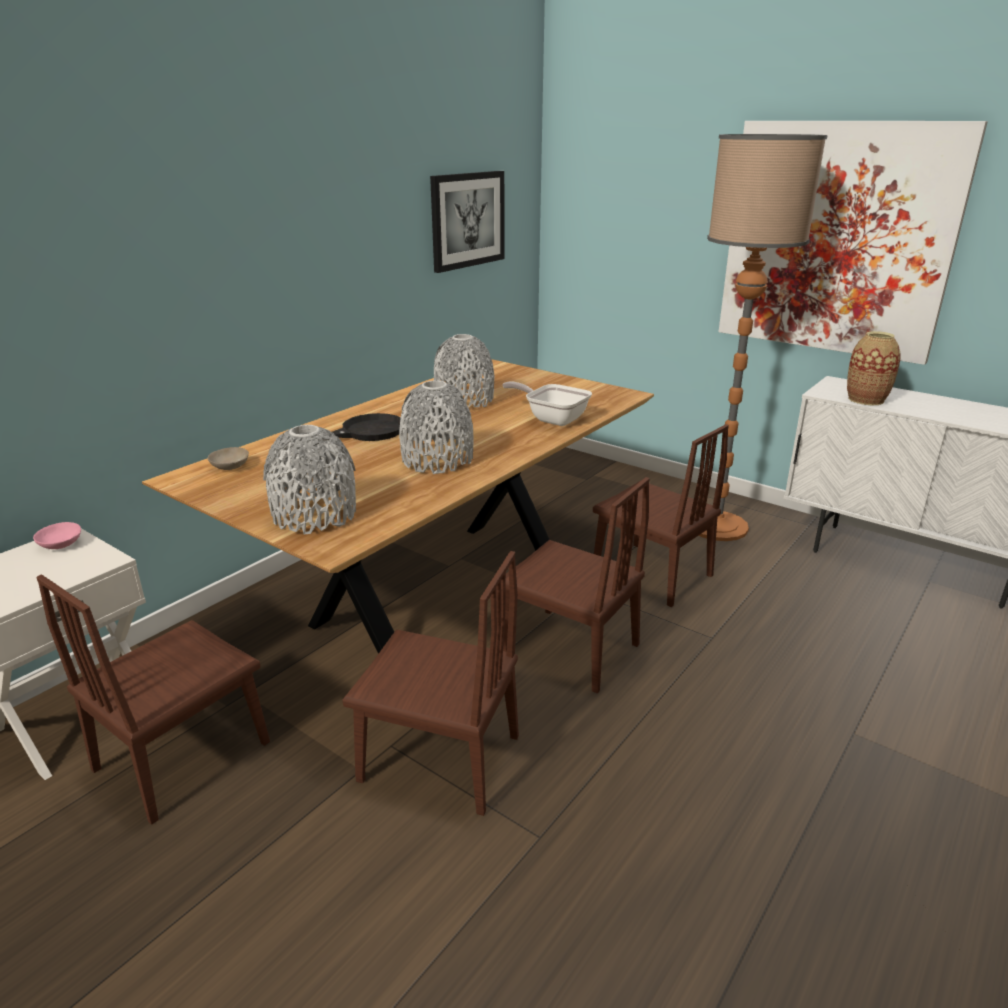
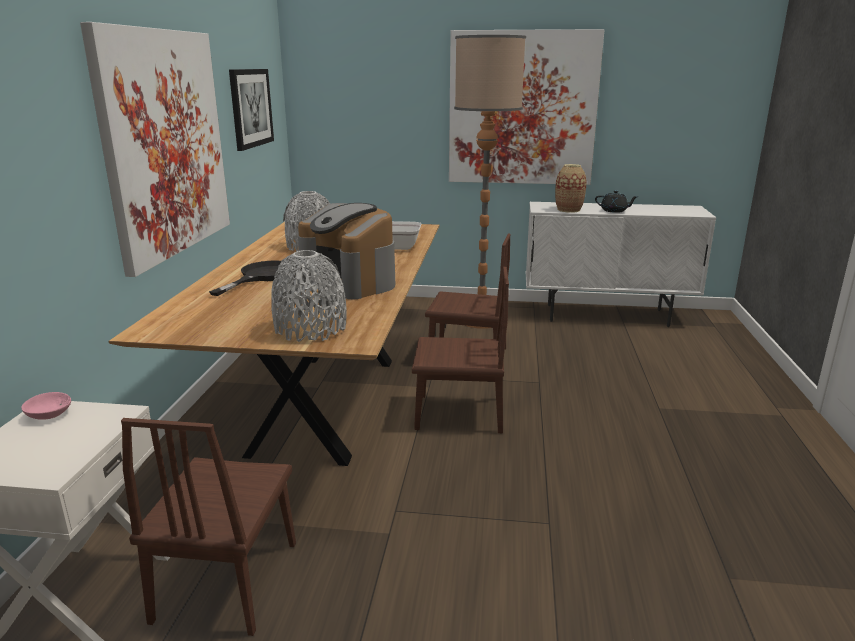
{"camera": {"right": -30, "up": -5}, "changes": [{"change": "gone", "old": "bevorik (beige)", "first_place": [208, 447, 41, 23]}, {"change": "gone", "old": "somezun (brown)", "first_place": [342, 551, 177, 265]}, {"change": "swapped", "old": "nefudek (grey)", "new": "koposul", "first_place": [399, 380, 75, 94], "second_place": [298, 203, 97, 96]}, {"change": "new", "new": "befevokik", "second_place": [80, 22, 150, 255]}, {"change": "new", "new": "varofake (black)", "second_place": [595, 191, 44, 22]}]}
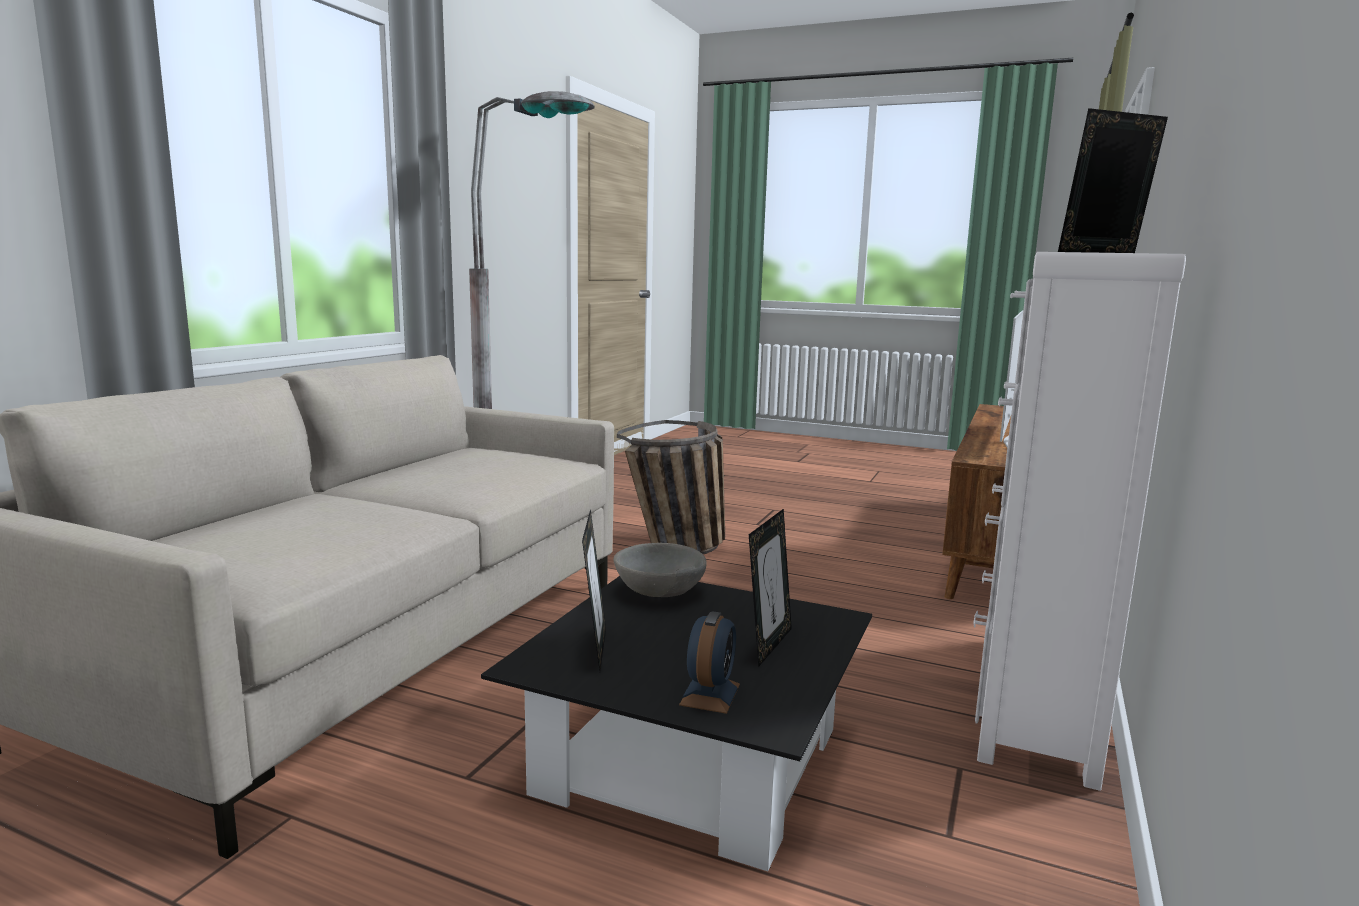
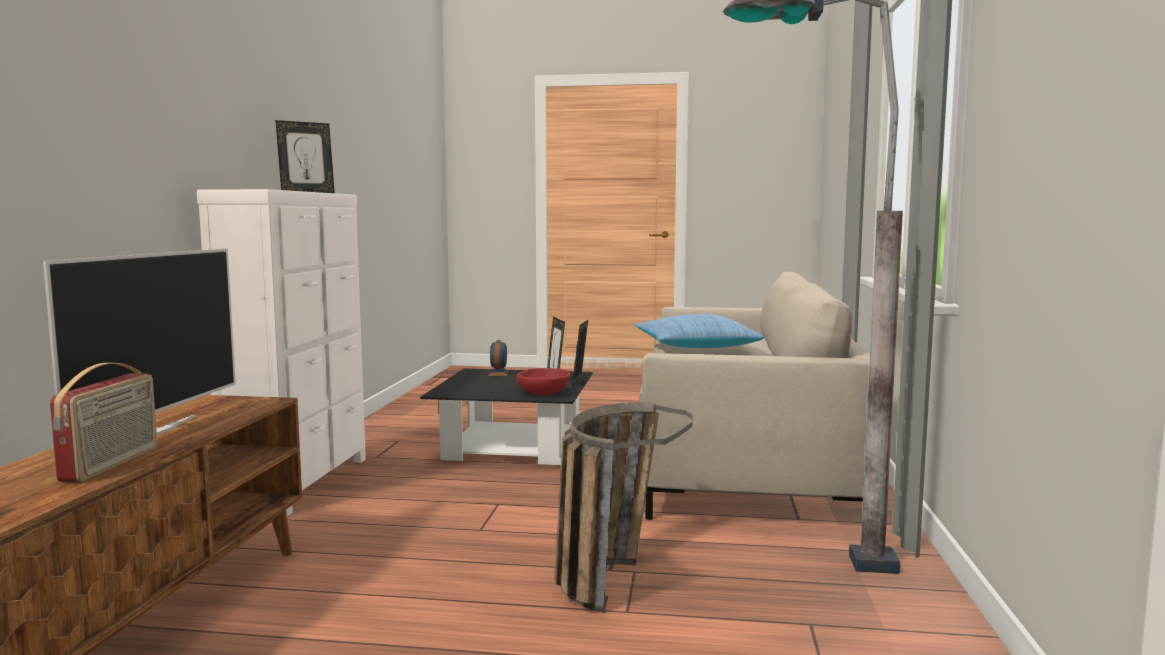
{"camera": {"right": 165, "up": -5}, "changes": [{"change": "repainted", "old": "bevorik (grey)", "new": "bevorik (red)", "first_place": [613, 543, 94, 54], "second_place": [516, 368, 55, 27]}, {"change": "shifted", "old": "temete", "first_place": [749, 509, 43, 158], "second_place": [572, 320, 16, 67]}, {"change": "new", "new": "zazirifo", "second_place": [50, 363, 107, 119]}, {"change": "new", "new": "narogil", "second_place": [634, 314, 130, 34]}]}
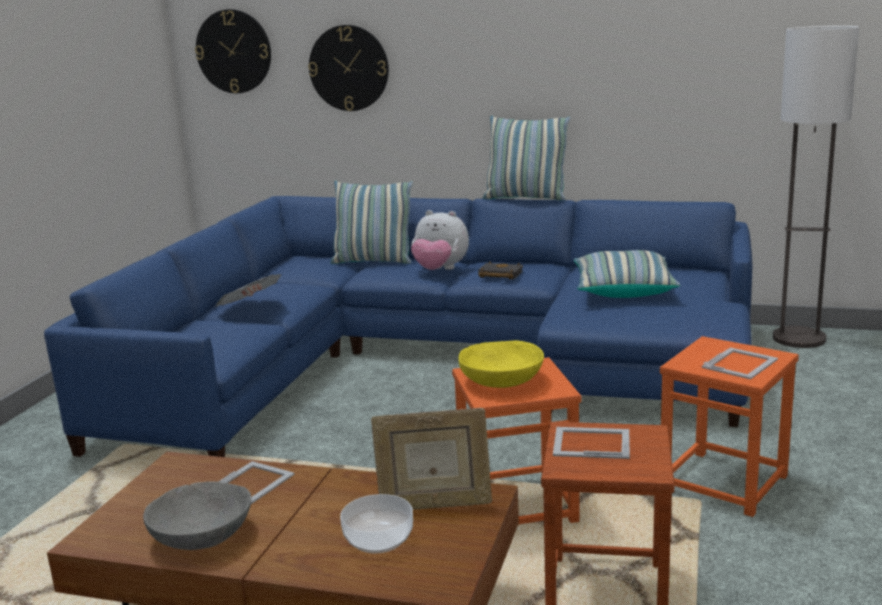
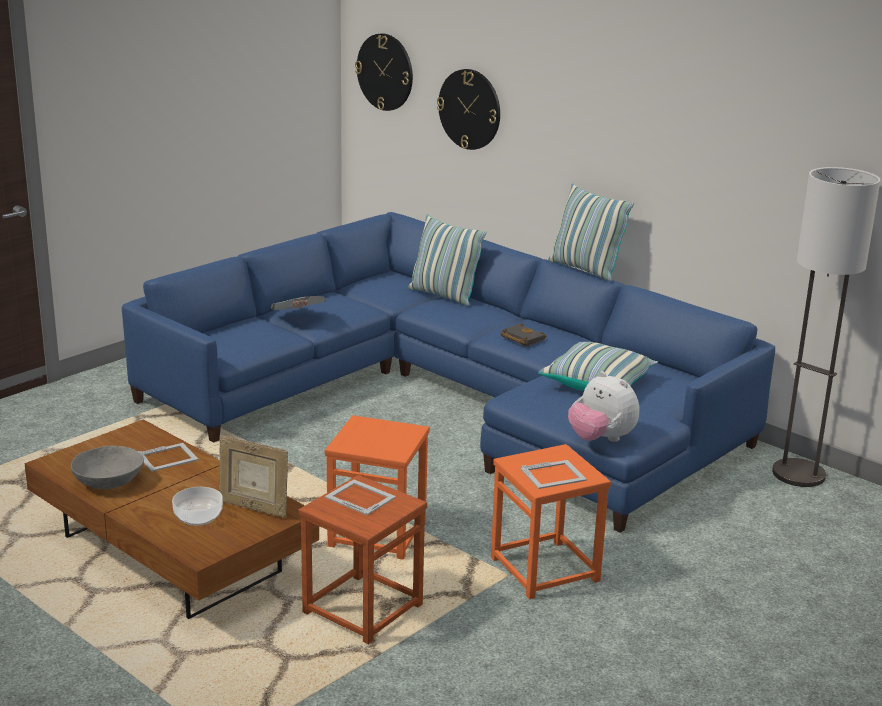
{"camera": {"right": 25, "up": 5}, "changes": [{"change": "shifted", "old": "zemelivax", "first_place": [411, 210, 58, 60], "second_place": [568, 371, 71, 71]}, {"change": "gone", "old": "bevorik (yellow)", "first_place": [459, 340, 85, 48]}]}
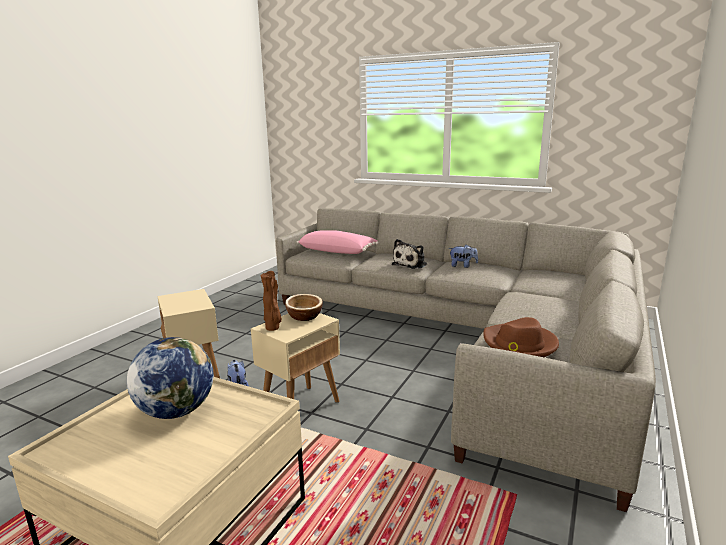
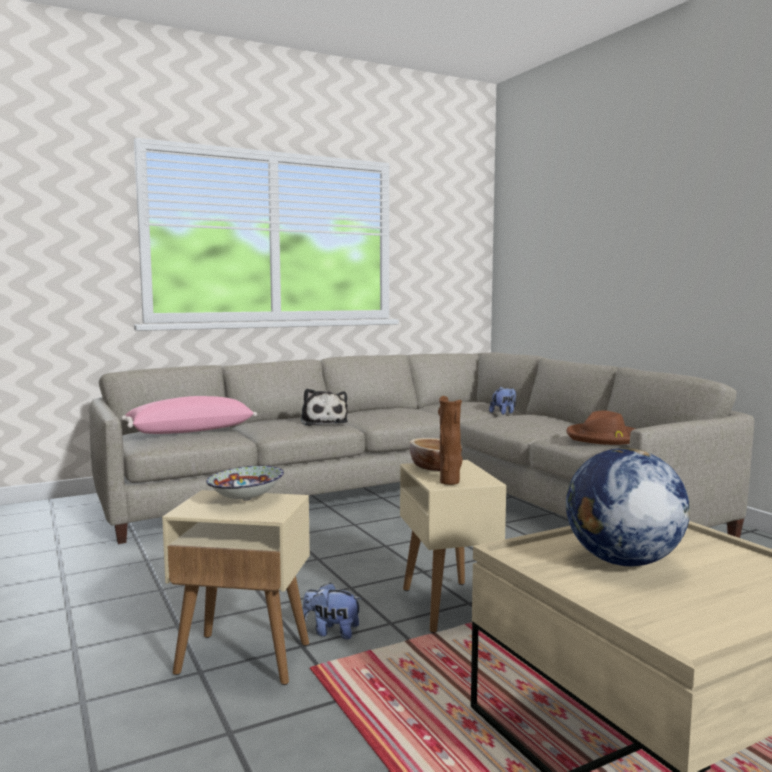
{"camera": {"right": -55, "up": -10}, "changes": [{"change": "shifted", "old": "zemelivax", "first_place": [449, 244, 29, 24], "second_place": [489, 387, 27, 28]}, {"change": "new", "new": "bevorik", "second_place": [206, 466, 78, 35]}]}
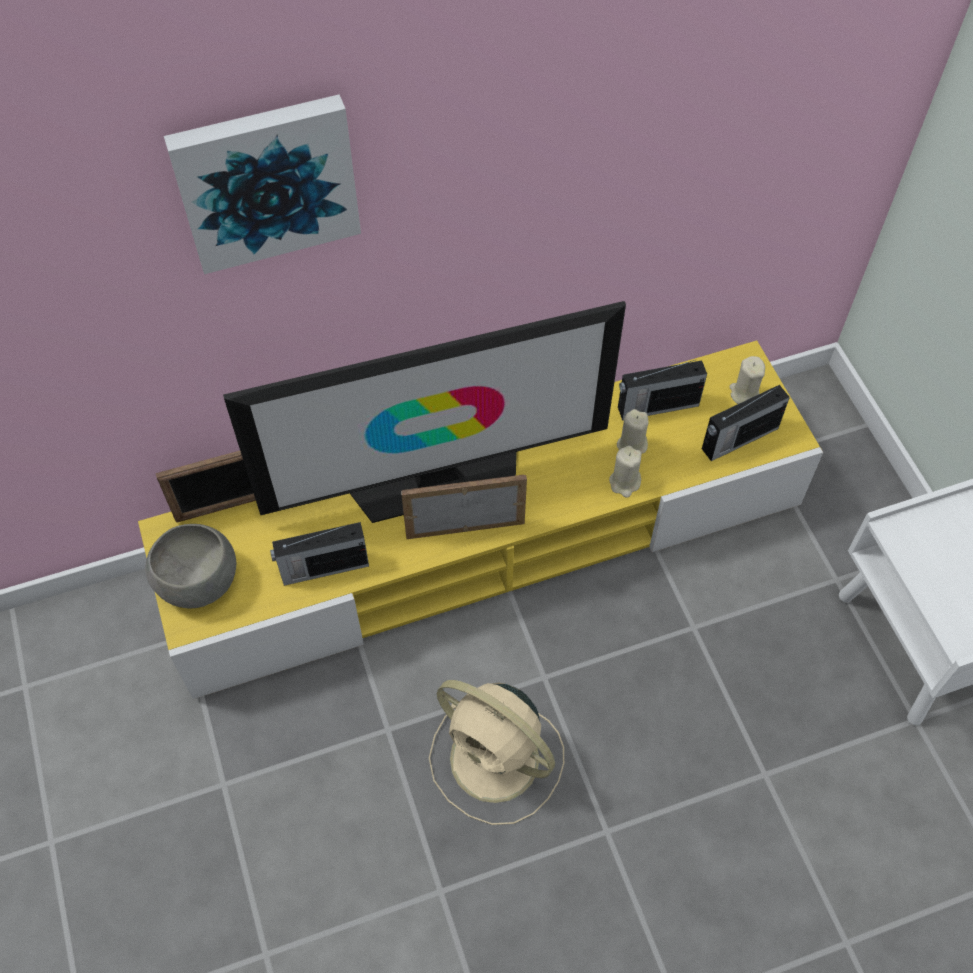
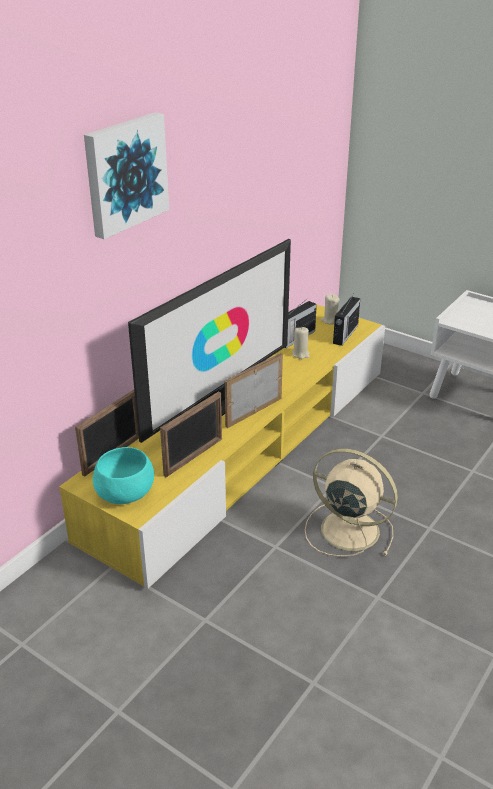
{"camera": {"right": -35, "up": -25}, "changes": [{"change": "repainted", "old": "bevorik (grey)", "new": "bevorik (turquoise)", "first_place": [145, 524, 91, 84], "second_place": [93, 447, 61, 57]}, {"change": "swapped", "old": "zazirifo", "new": "temete", "first_place": [270, 522, 99, 64], "second_place": [160, 391, 62, 86]}, {"change": "rotated", "old": "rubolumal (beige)", "first_place": [429, 680, 135, 145], "second_place": [305, 449, 93, 108], "degrees": -150}, {"change": "gone", "old": "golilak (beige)", "first_place": [609, 446, 32, 52]}]}
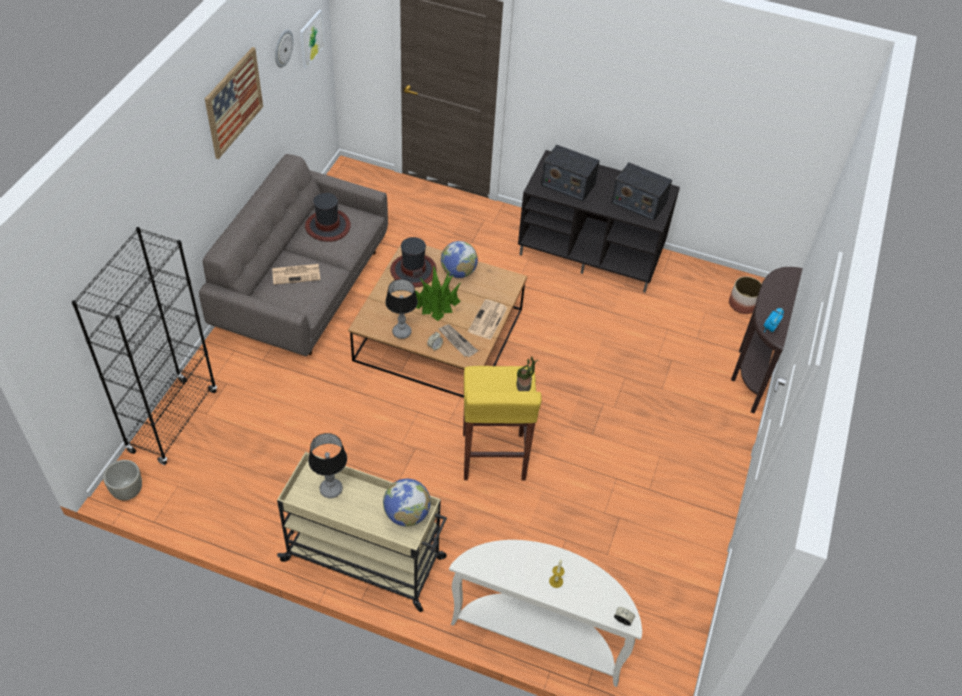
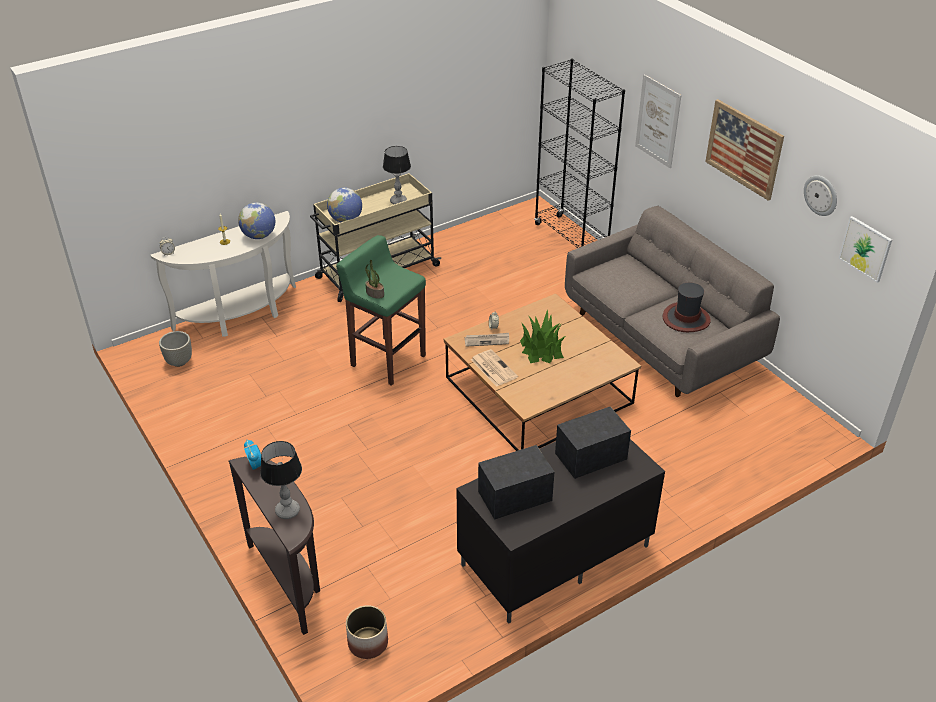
{"camera": {"right": 130, "up": -10}, "changes": [{"change": "shifted", "old": "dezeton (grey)", "first_place": [103, 460, 39, 40], "second_place": [159, 331, 33, 36]}, {"change": "gone", "old": "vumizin", "first_place": [272, 264, 48, 21]}, {"change": "shifted", "old": "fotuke", "first_place": [385, 279, 33, 60], "second_place": [260, 441, 42, 78]}, {"change": "gone", "old": "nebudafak", "first_place": [390, 237, 47, 50]}, {"change": "shifted", "old": "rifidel", "first_place": [441, 241, 37, 37], "second_place": [238, 202, 37, 37]}, {"change": "repainted", "old": "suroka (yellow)", "new": "suroka (green)", "first_place": [463, 366, 78, 115], "second_place": [336, 235, 90, 151]}, {"change": "new", "new": "befevokik", "second_place": [635, 74, 46, 94]}]}
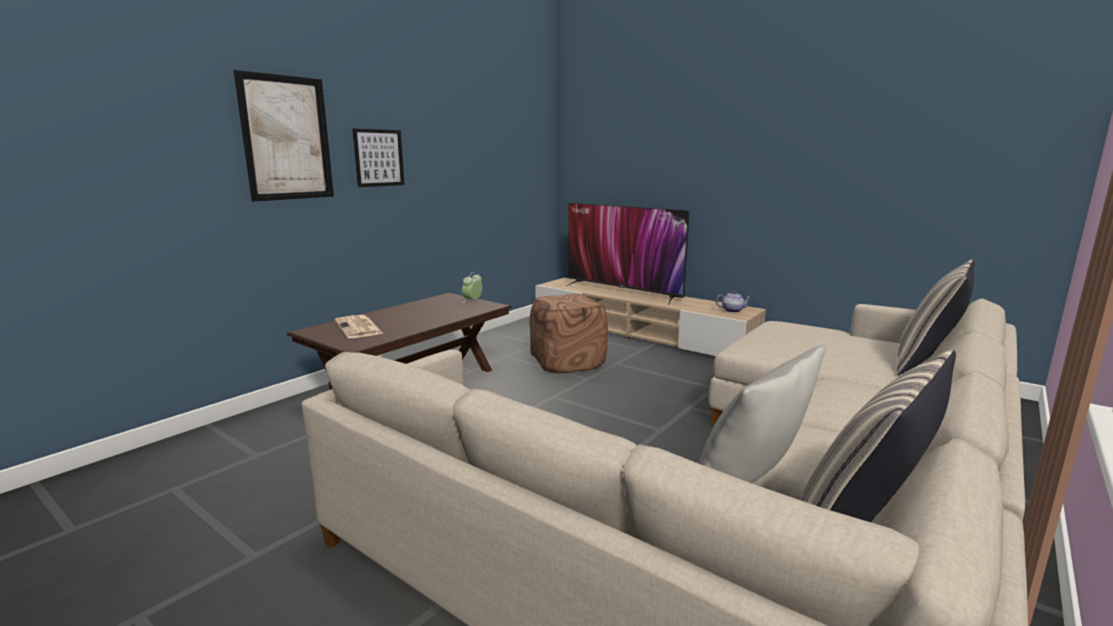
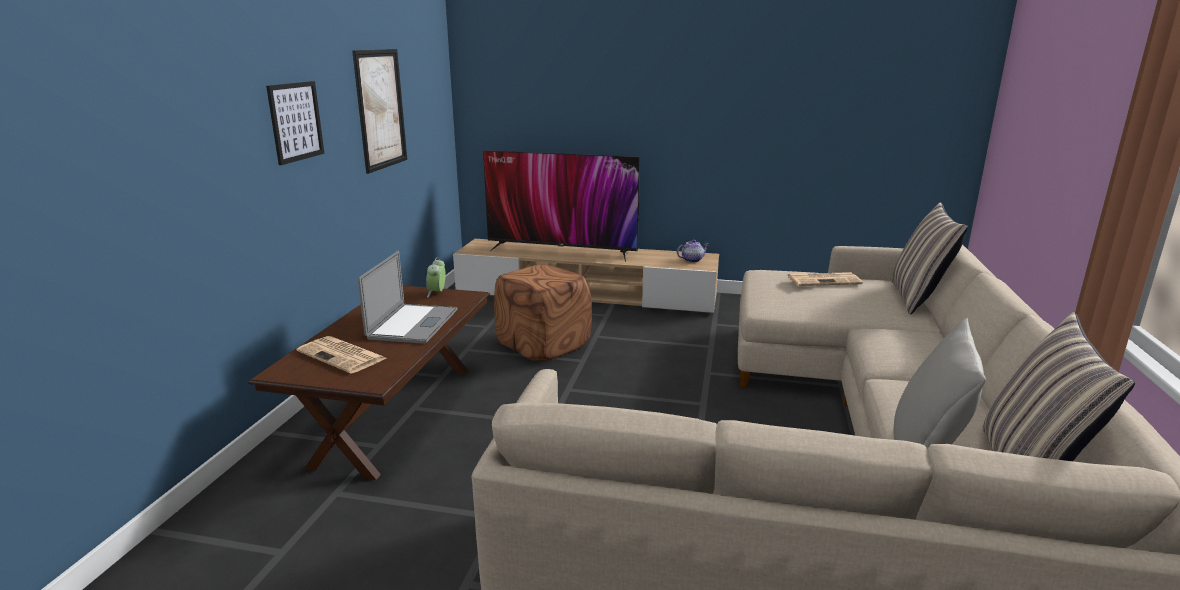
{"camera": {"right": -25, "up": 5}, "changes": [{"change": "shifted", "old": "befevokik", "first_place": [233, 70, 101, 131], "second_place": [352, 49, 55, 125]}, {"change": "new", "new": "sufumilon", "second_place": [358, 251, 100, 93]}, {"change": "new", "new": "vumizin", "second_place": [787, 272, 76, 14]}]}
